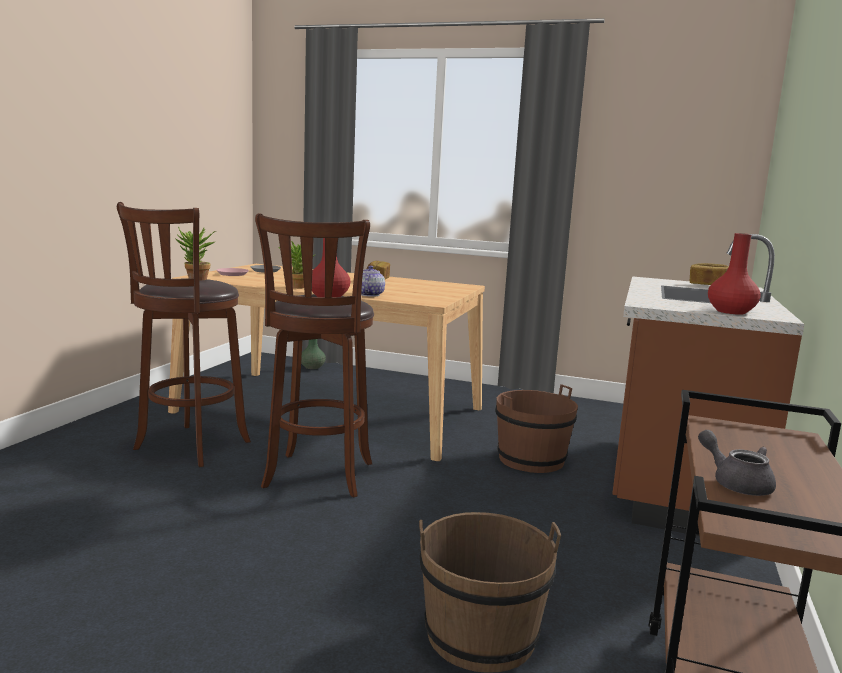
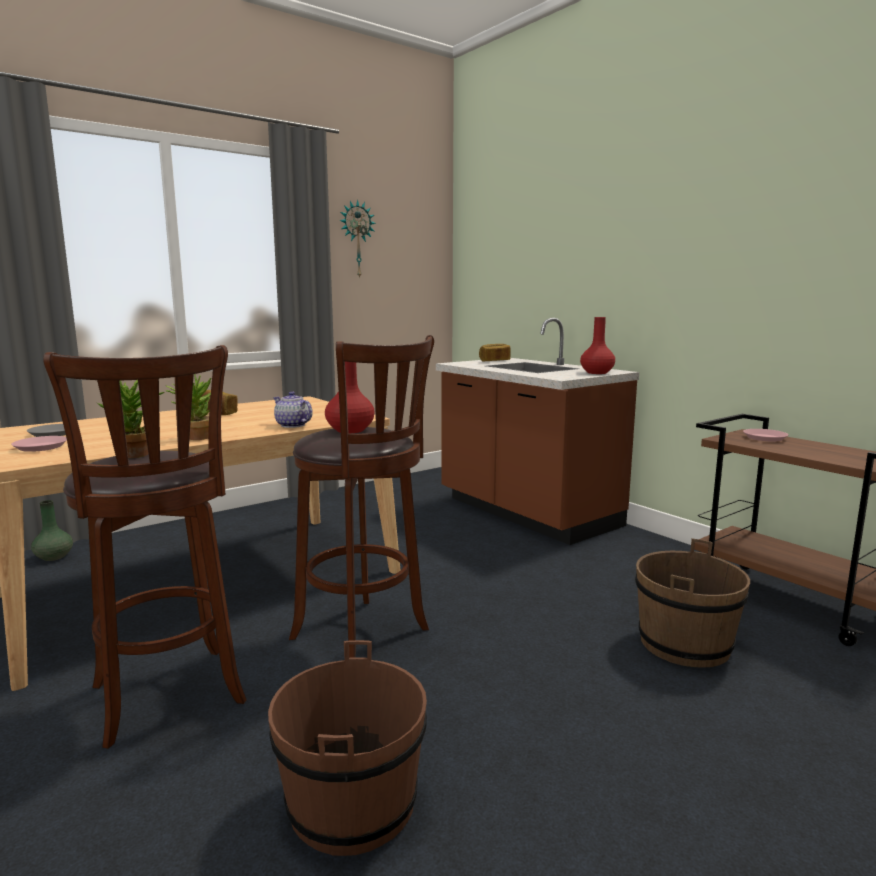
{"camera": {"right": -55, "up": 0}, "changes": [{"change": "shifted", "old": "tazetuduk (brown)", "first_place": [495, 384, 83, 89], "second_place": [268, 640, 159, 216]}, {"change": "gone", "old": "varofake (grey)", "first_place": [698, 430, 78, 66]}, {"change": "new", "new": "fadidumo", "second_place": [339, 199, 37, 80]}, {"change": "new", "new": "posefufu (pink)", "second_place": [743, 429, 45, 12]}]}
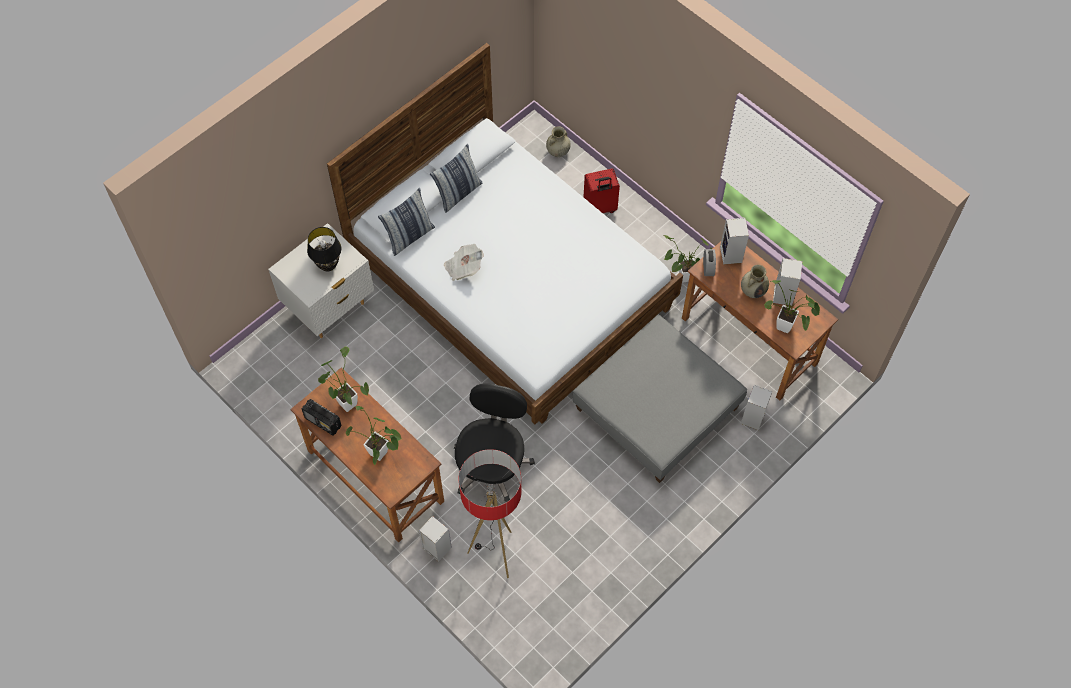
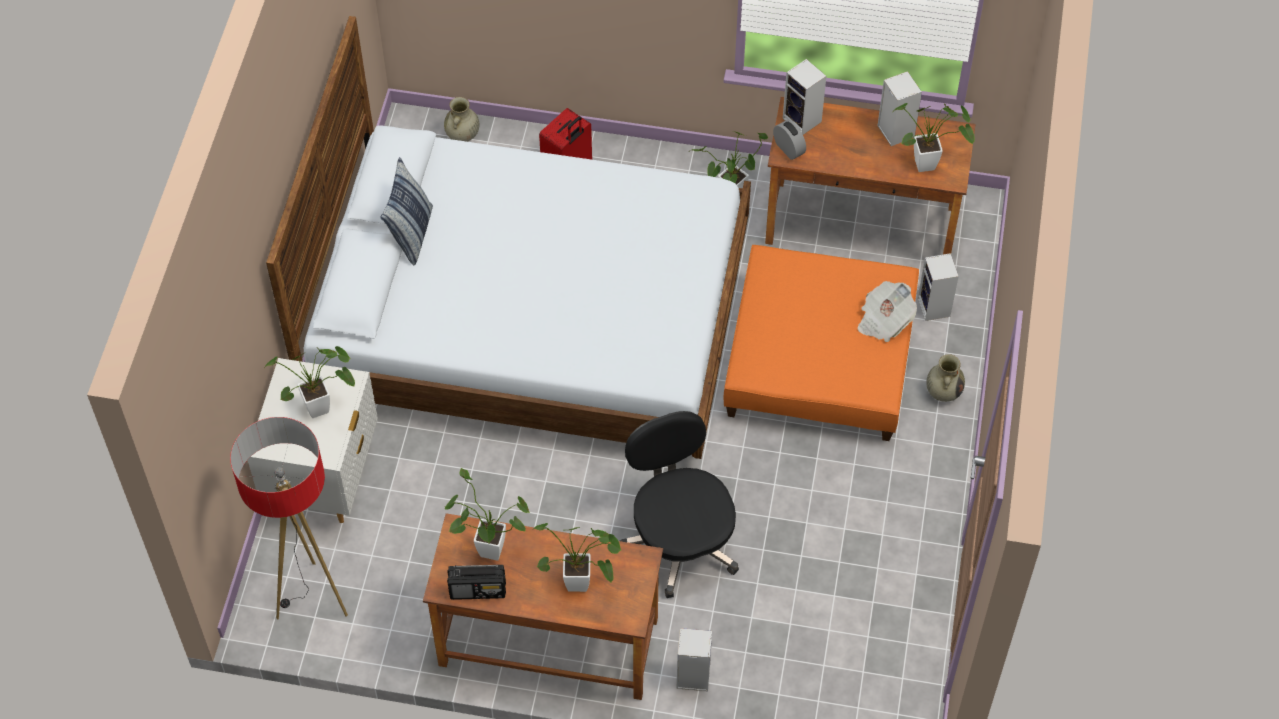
{"camera": {"right": -35, "up": -5}, "changes": [{"change": "swapped", "old": "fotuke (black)", "new": "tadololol", "first_place": [307, 227, 34, 44], "second_place": [264, 346, 91, 72]}, {"change": "gone", "old": "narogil", "first_place": [378, 188, 57, 68]}, {"change": "shifted", "old": "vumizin", "first_place": [444, 244, 40, 37], "second_place": [857, 281, 60, 61]}, {"change": "shifted", "old": "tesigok", "first_place": [459, 449, 62, 129], "second_place": [230, 417, 118, 202]}, {"change": "repainted", "old": "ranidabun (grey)", "new": "ranidabun (orange)", "first_place": [572, 315, 175, 168], "second_place": [723, 245, 196, 196]}, {"change": "shifted", "old": "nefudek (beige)", "first_place": [741, 265, 28, 33], "second_place": [926, 354, 39, 48]}]}
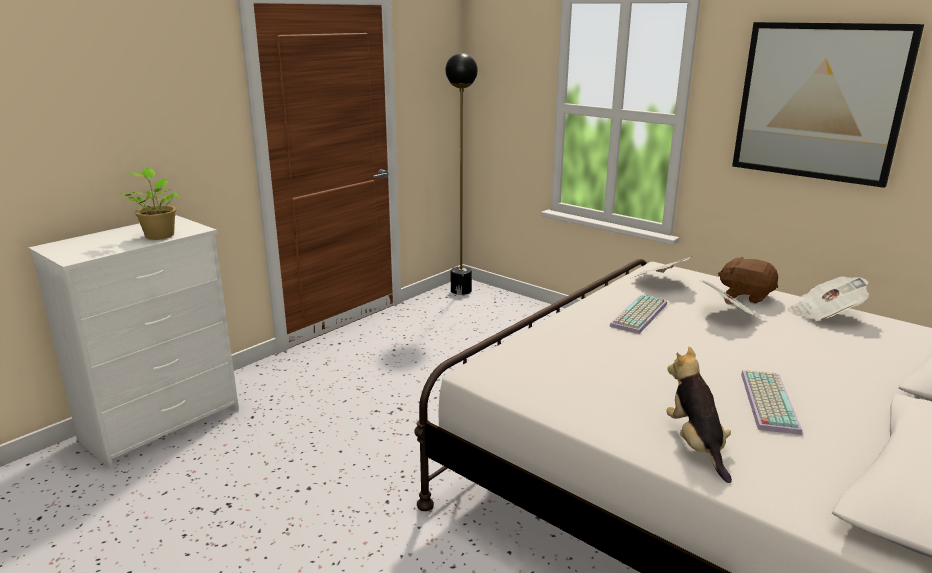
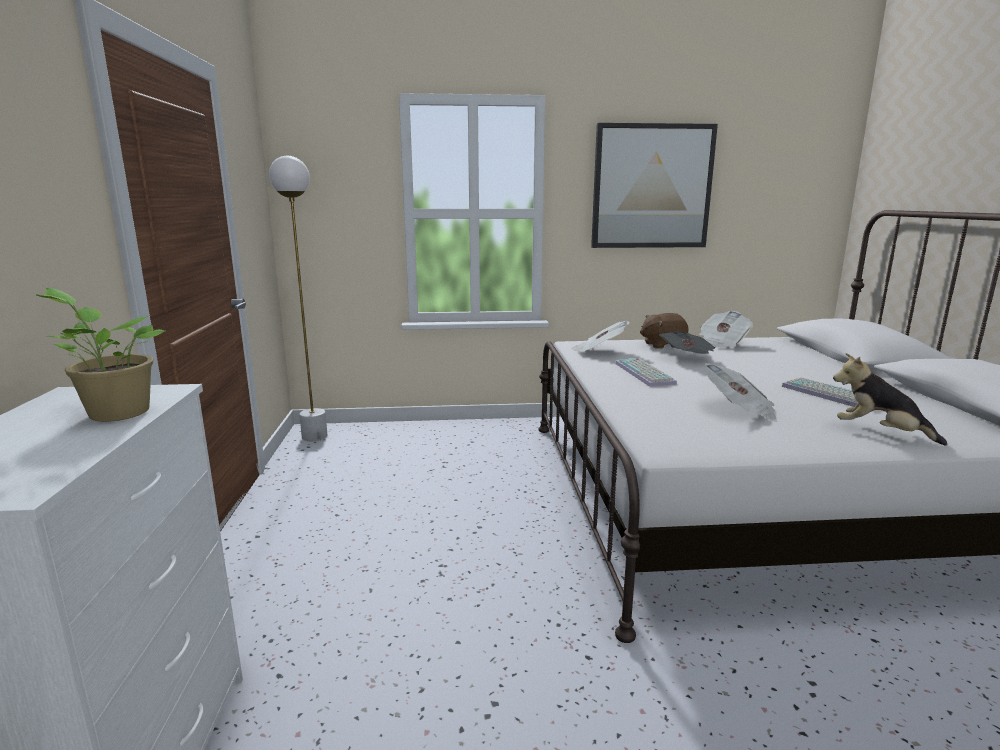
{"camera": {"right": -45, "up": -5}, "changes": [{"change": "repainted", "old": "tesigok (black)", "new": "tesigok (white)", "first_place": [445, 53, 33, 242], "second_place": [269, 156, 58, 285]}, {"change": "new", "new": "vumizin", "second_place": [705, 363, 72, 59]}]}
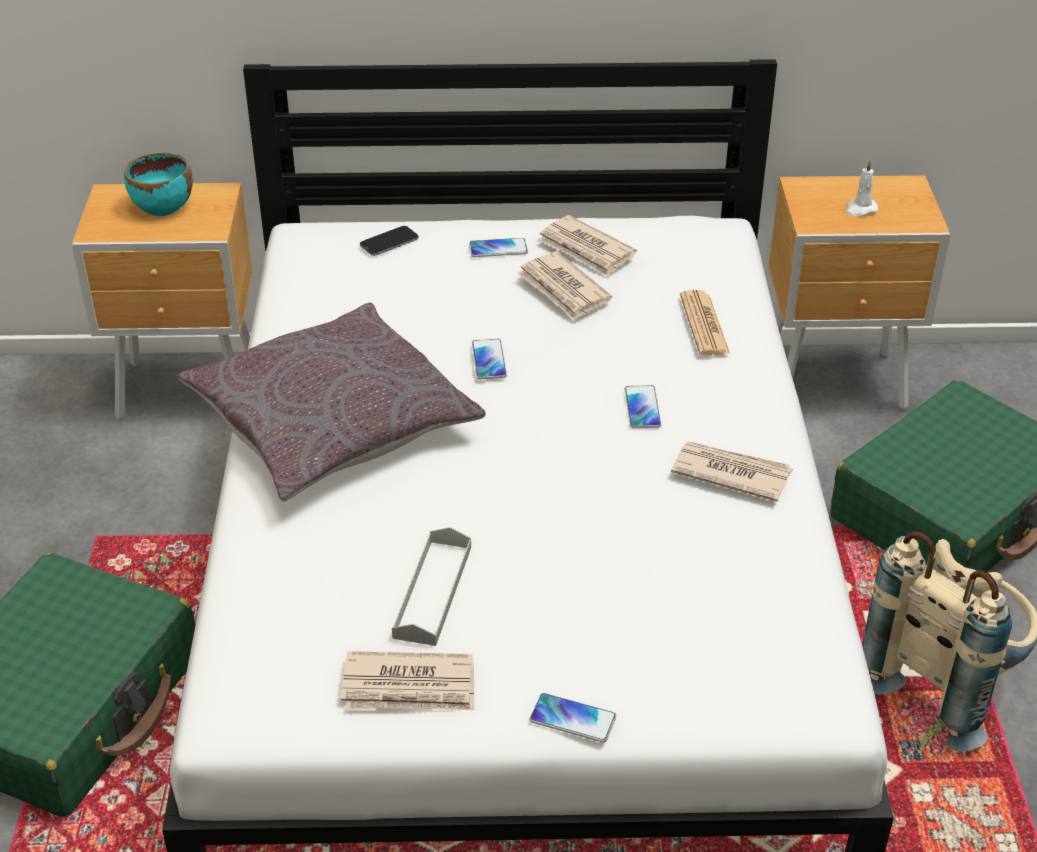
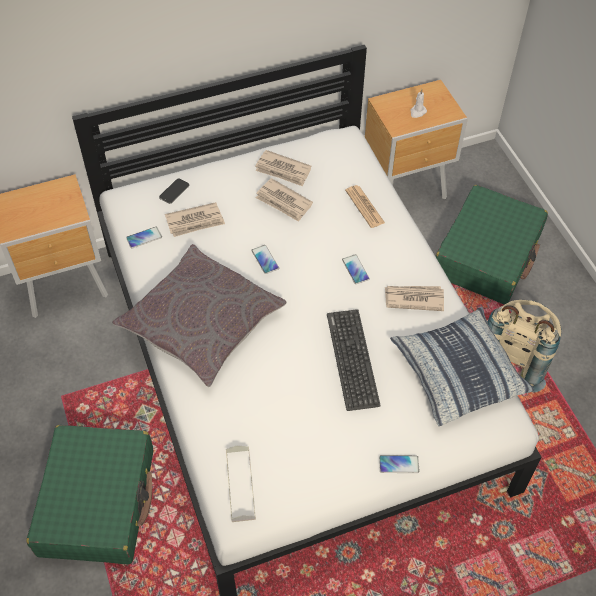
{"camera": {"right": -20, "up": 15}, "changes": [{"change": "gone", "old": "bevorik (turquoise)", "first_place": [124, 152, 69, 64]}, {"change": "shifted", "old": "vumizin", "first_place": [341, 651, 134, 59], "second_place": [165, 202, 60, 35]}, {"change": "shifted", "old": "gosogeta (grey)", "first_place": [392, 527, 79, 119], "second_place": [226, 445, 30, 77]}, {"change": "shifted", "old": "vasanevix", "first_place": [469, 238, 59, 19], "second_place": [126, 227, 36, 21]}, {"change": "new", "new": "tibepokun", "second_place": [327, 309, 54, 102]}, {"change": "new", "new": "narogil", "second_place": [390, 307, 144, 119]}]}
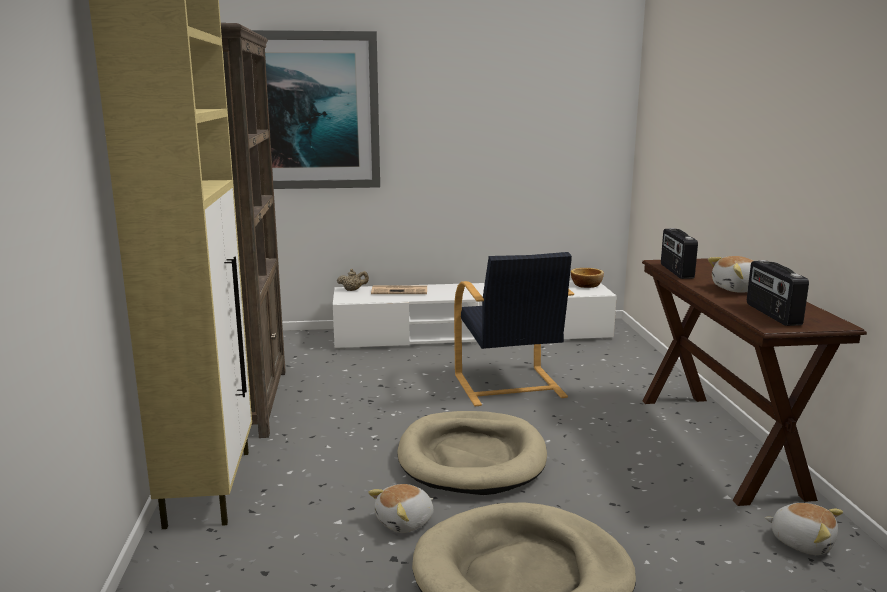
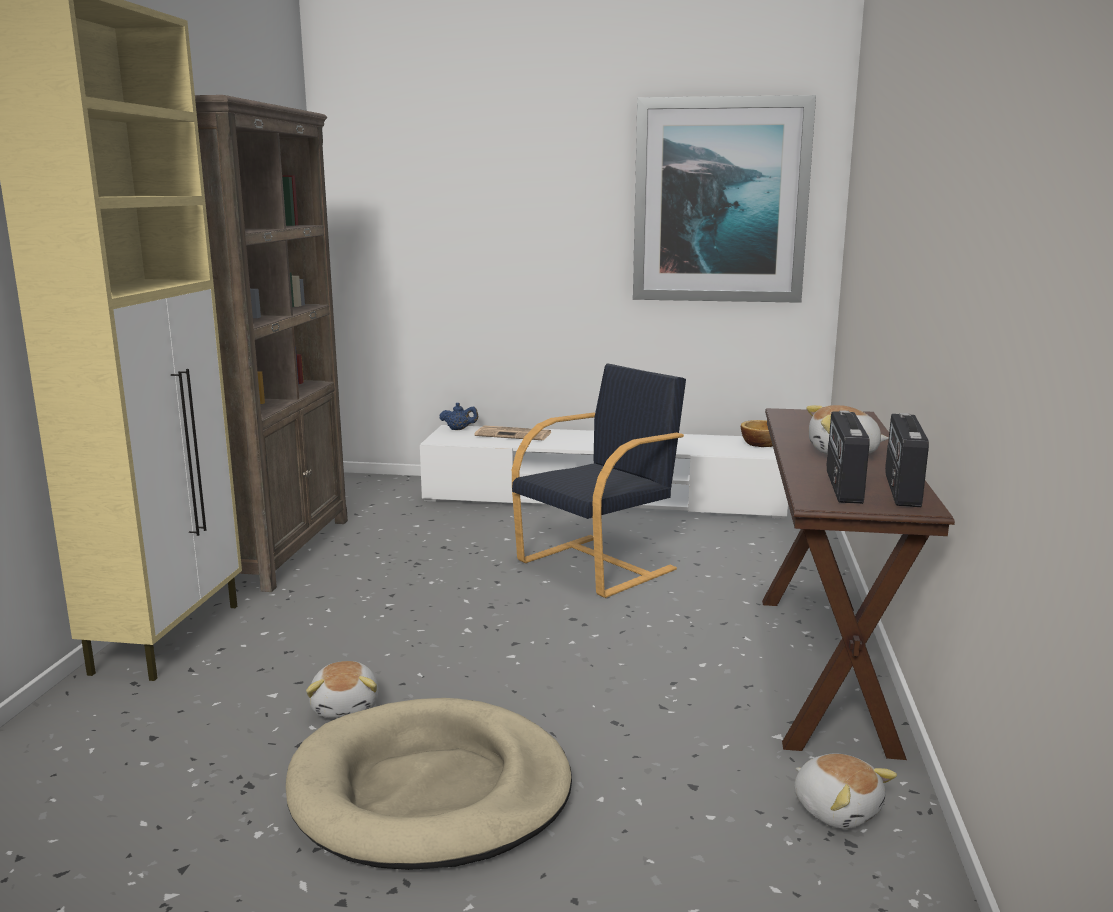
{"camera": {"right": 15, "up": 0}, "changes": [{"change": "shifted", "old": "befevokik", "first_place": [252, 30, 128, 159], "second_place": [633, 95, 183, 208]}, {"change": "repainted", "old": "varofake (beige)", "new": "varofake (blue)", "first_place": [337, 269, 32, 22], "second_place": [439, 403, 39, 27]}, {"change": "rotated", "old": "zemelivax", "first_place": [368, 484, 65, 49], "second_place": [306, 661, 72, 57], "degrees": -75}, {"change": "gone", "old": "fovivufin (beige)", "first_place": [397, 411, 150, 84]}, {"change": "rotated", "old": "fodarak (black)", "first_place": [454, 252, 120, 154], "second_place": [512, 363, 174, 235], "degrees": -135}, {"change": "shifted", "old": "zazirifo", "first_place": [661, 228, 37, 51], "second_place": [885, 413, 44, 94]}]}
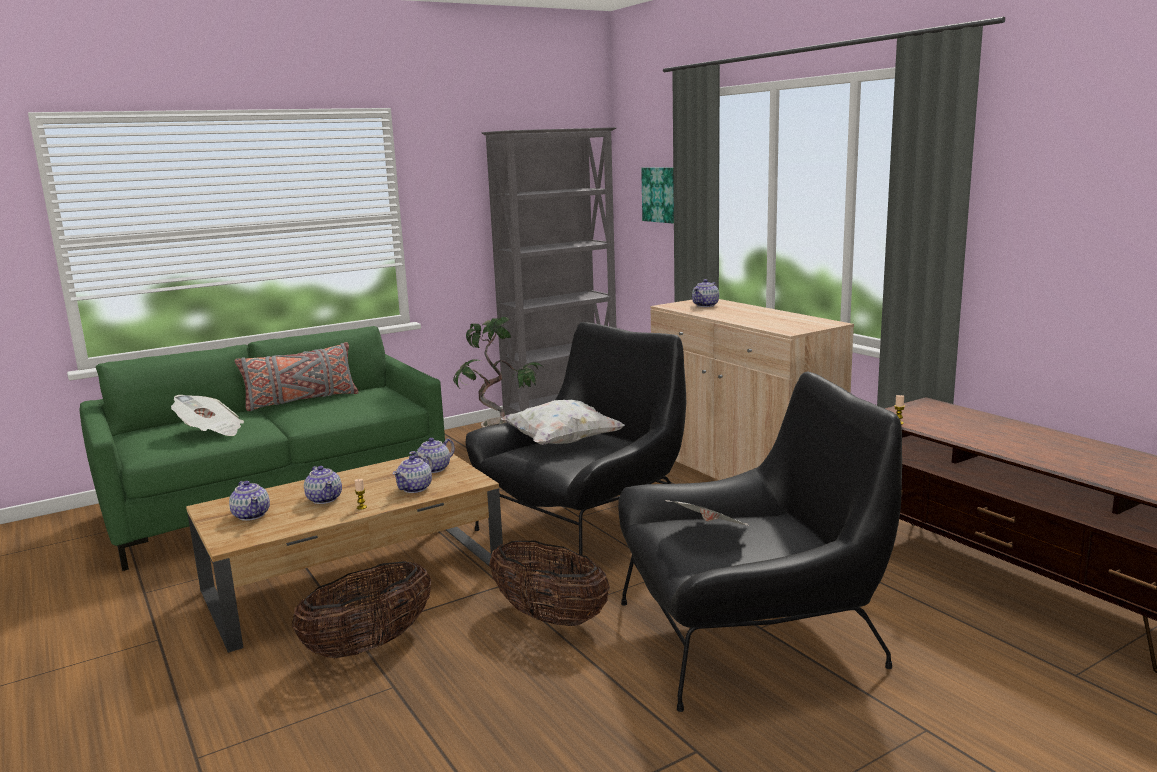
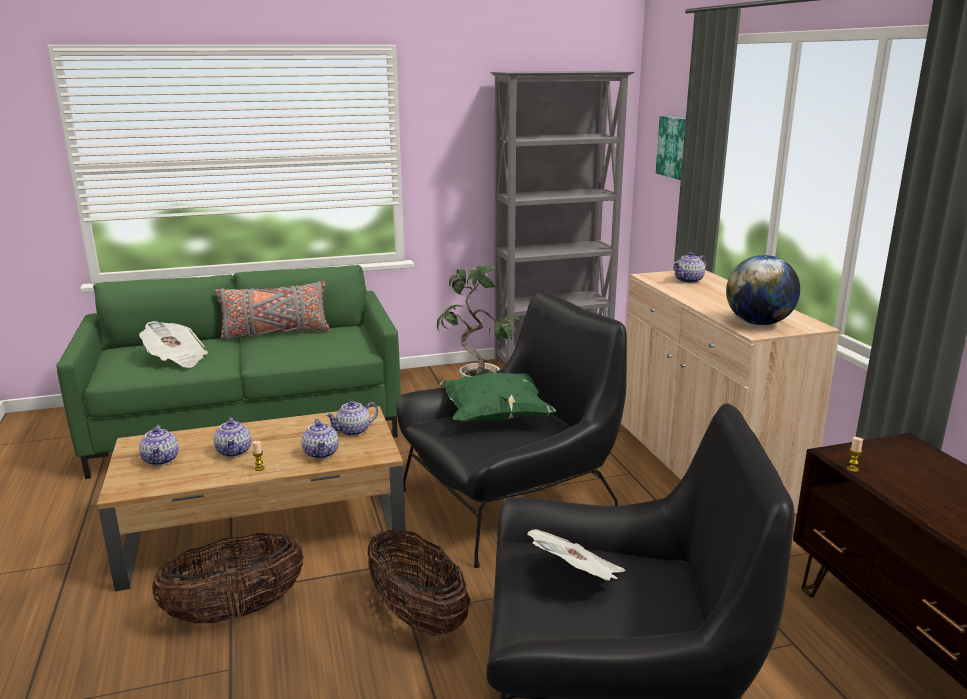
{"camera": {"right": 15, "up": 5}, "changes": [{"change": "rotated", "old": "varofake", "first_place": [392, 455, 41, 38], "second_place": [302, 419, 37, 40], "degrees": -60}, {"change": "repainted", "old": "narogil (white)", "new": "narogil (green)", "first_place": [501, 400, 124, 45], "second_place": [439, 372, 117, 50]}, {"change": "new", "new": "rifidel", "second_place": [726, 255, 74, 70]}]}
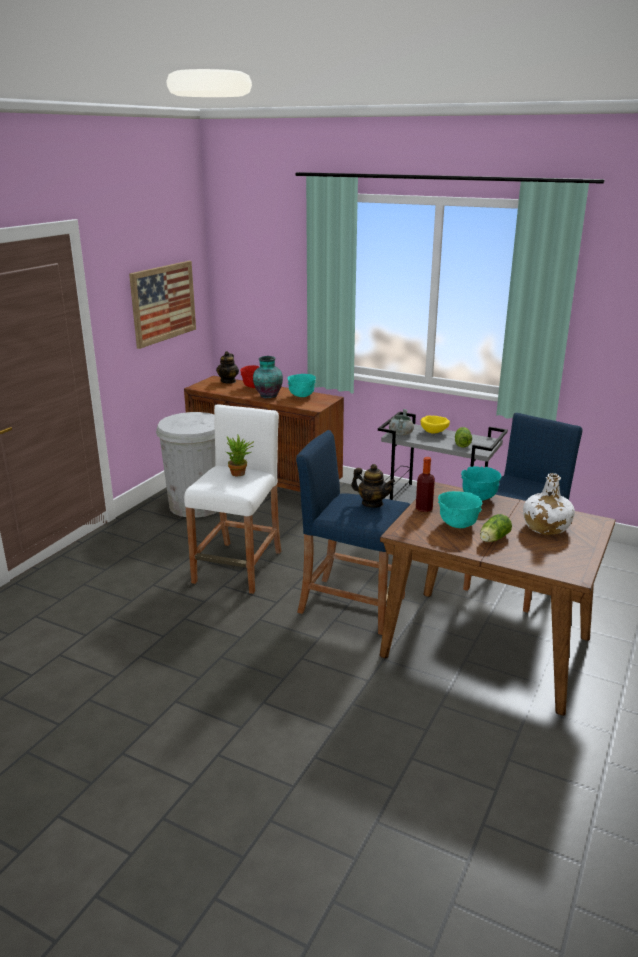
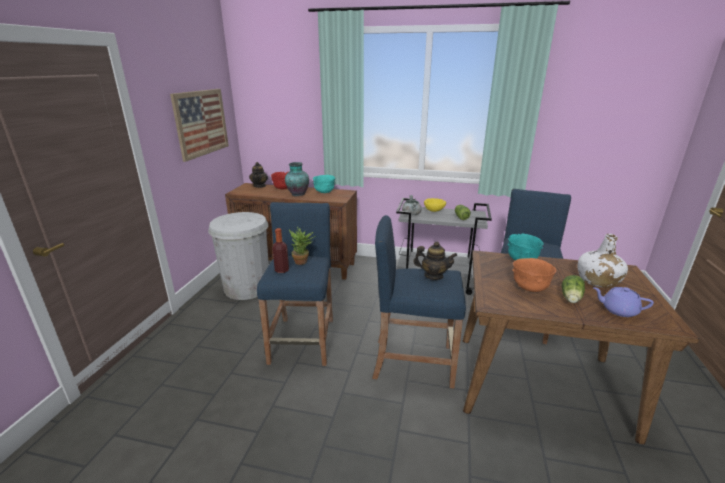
{"camera": {"right": -15, "up": 0}, "changes": [{"change": "repainted", "old": "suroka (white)", "new": "suroka (blue)", "first_place": [184, 404, 97, 190], "second_place": [257, 202, 76, 164]}, {"change": "shifted", "old": "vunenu", "first_place": [416, 457, 19, 55], "second_place": [273, 228, 16, 45]}, {"change": "repainted", "old": "bevorik (turquoise)", "new": "bevorik (orange)", "first_place": [438, 491, 44, 37], "second_place": [512, 258, 44, 34]}, {"change": "new", "new": "varofake (purple)", "second_place": [593, 287, 61, 30]}]}
